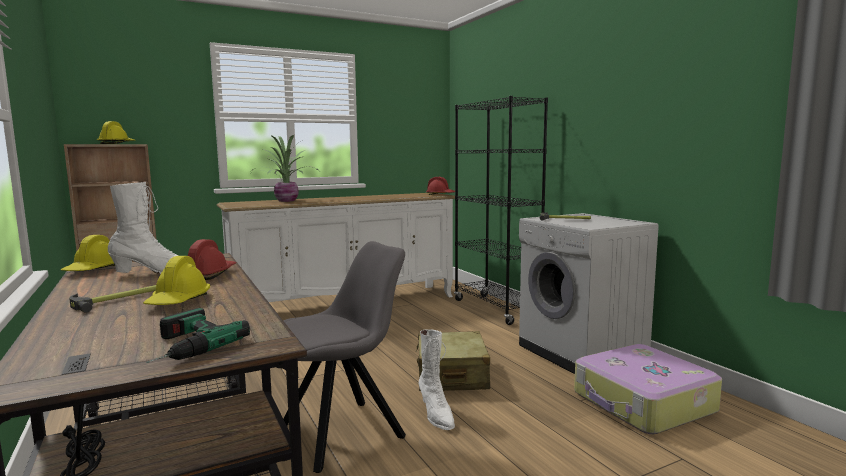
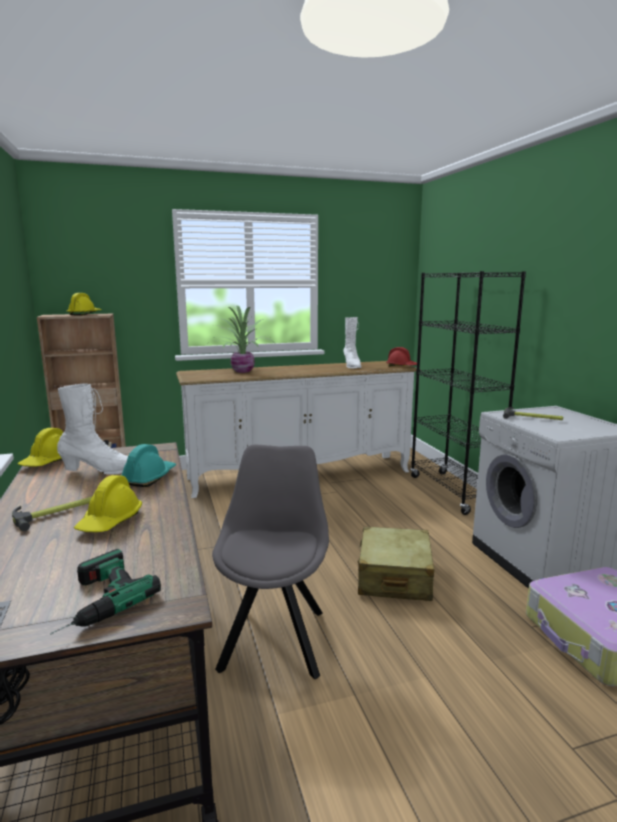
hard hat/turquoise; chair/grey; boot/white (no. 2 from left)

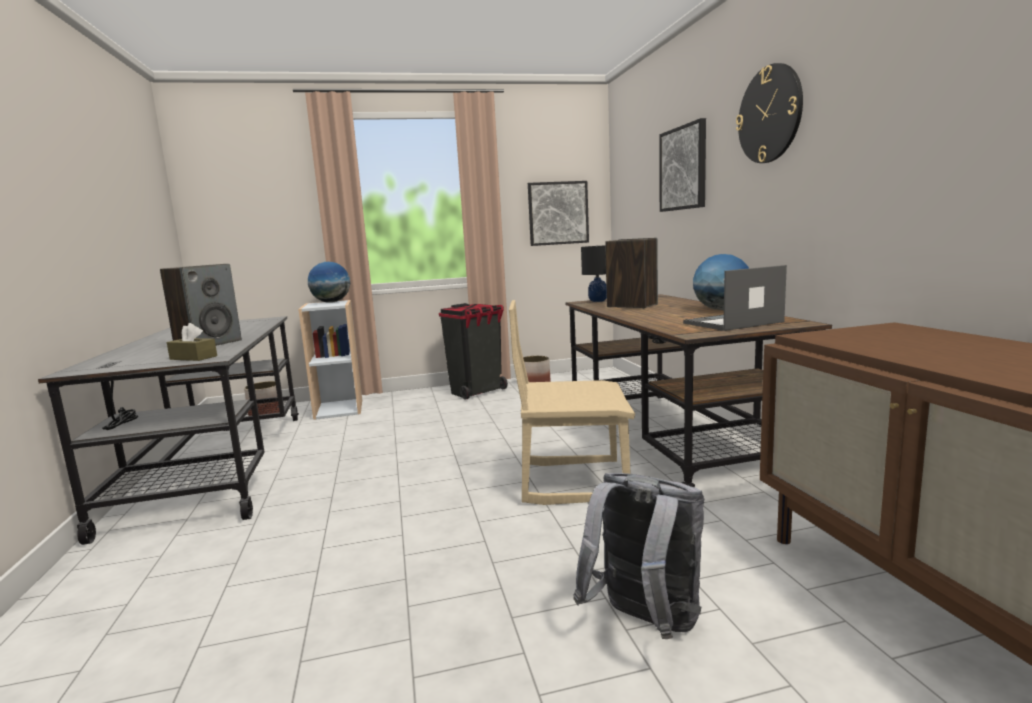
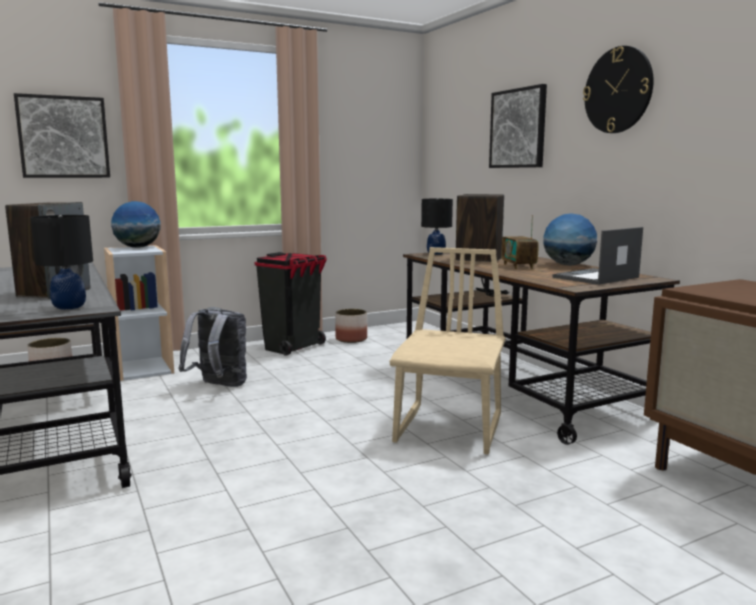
table lamp/black (no. 1 from left); chair/beige; picture (no. 1 from left); backpack/grey; radio

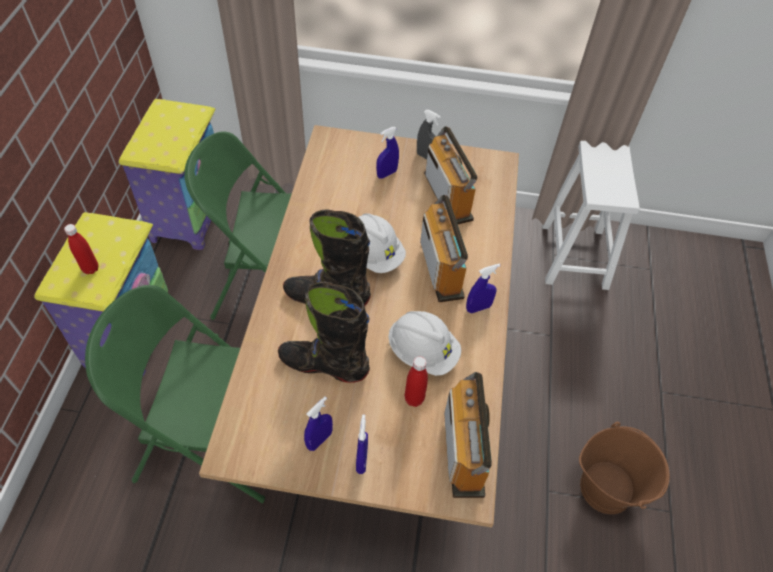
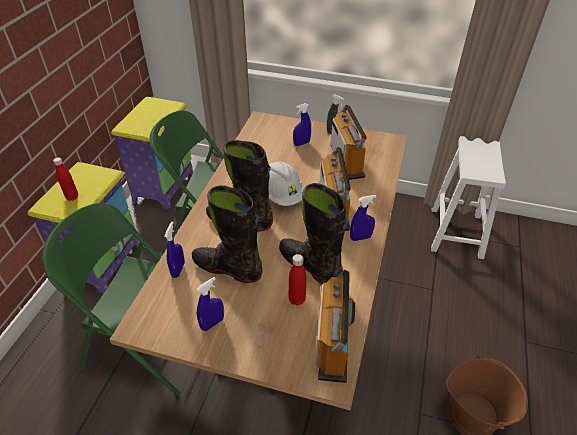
spray bottle/blue (no. 1 from left); boot/black (no. 3 from left)

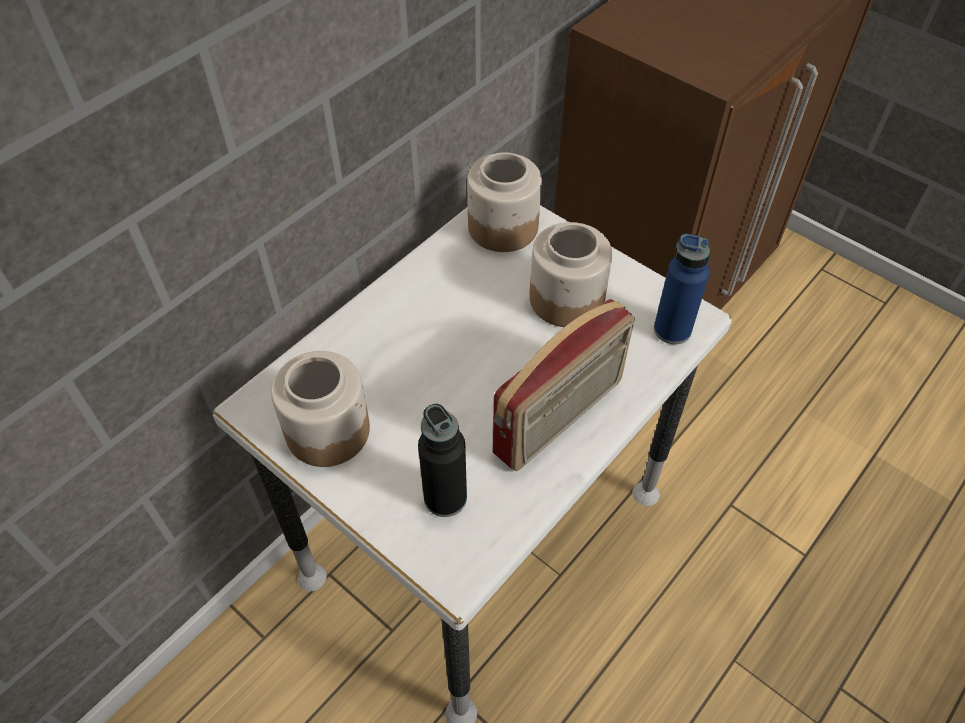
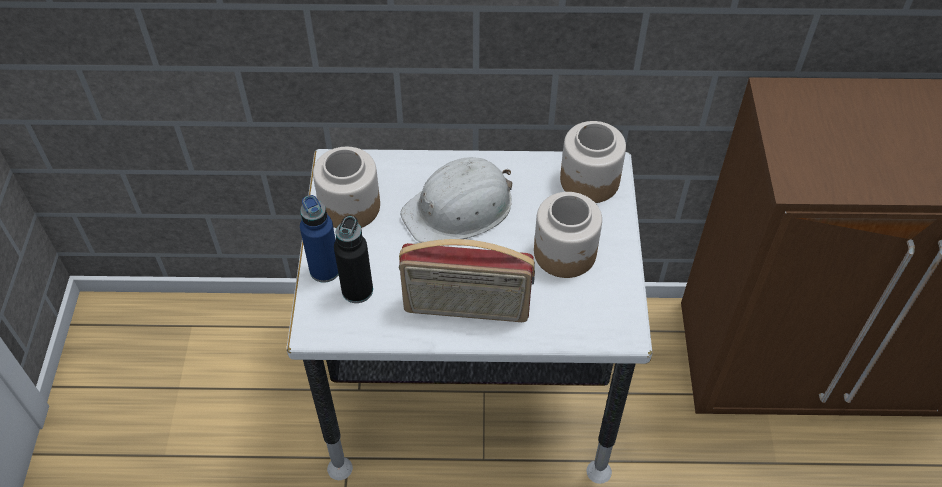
bottle/blue; hard hat/white

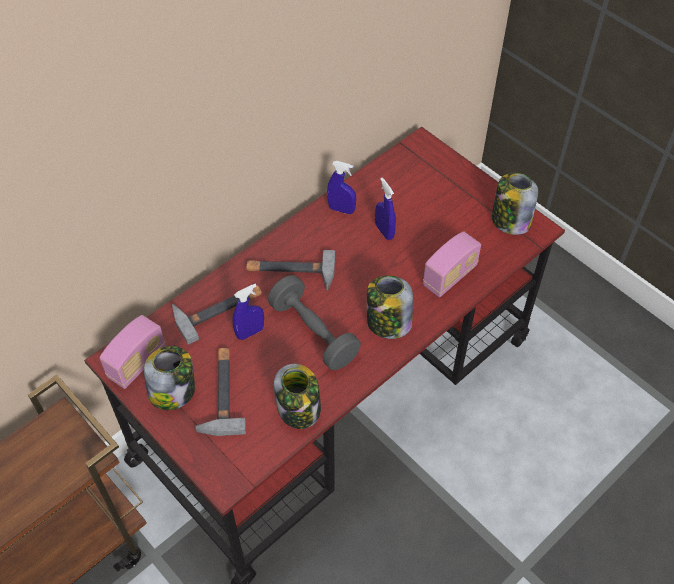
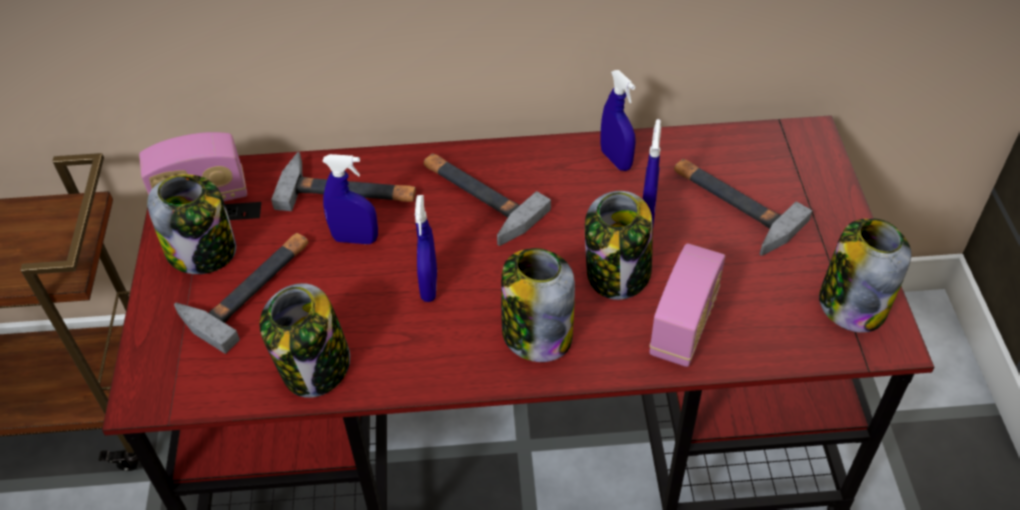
spray bottle/blue (no. 2 from left); radio (no. 2 from left); jar (no. 4 from left); hammer (no. 4 from left)

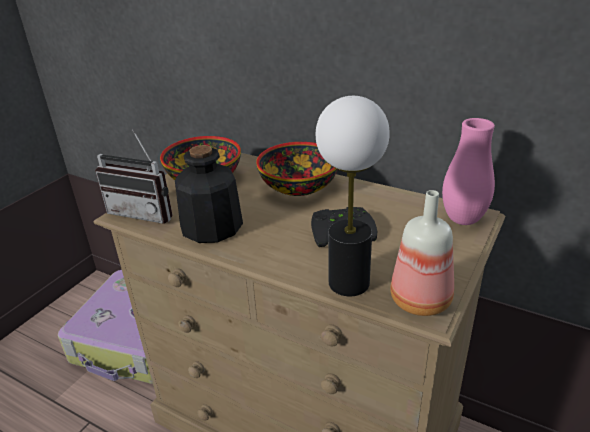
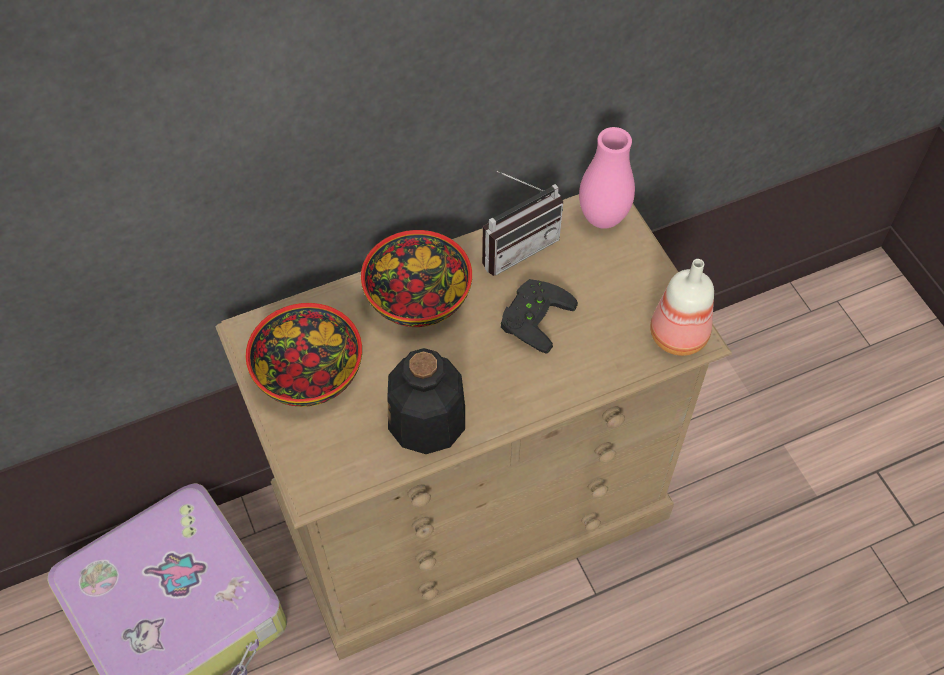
radio; table lamp

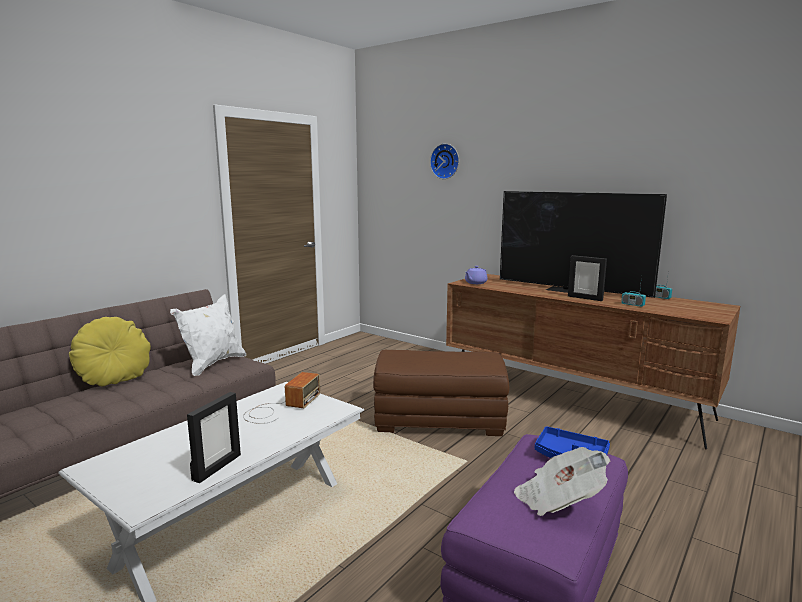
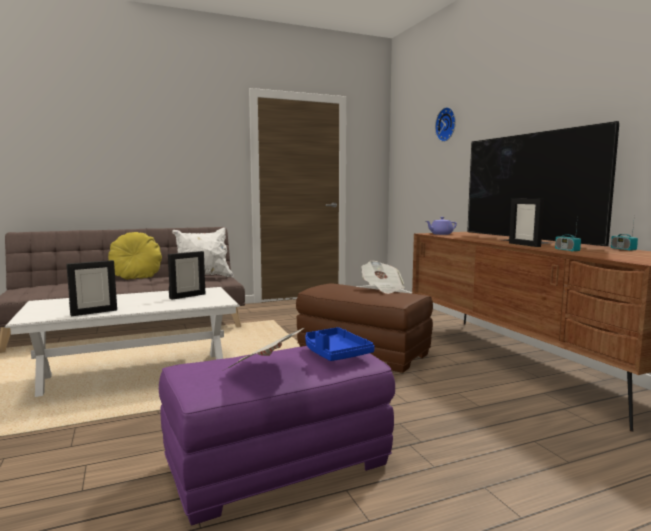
picture frame (no. 2 from left); newspaper (no. 2 from left)

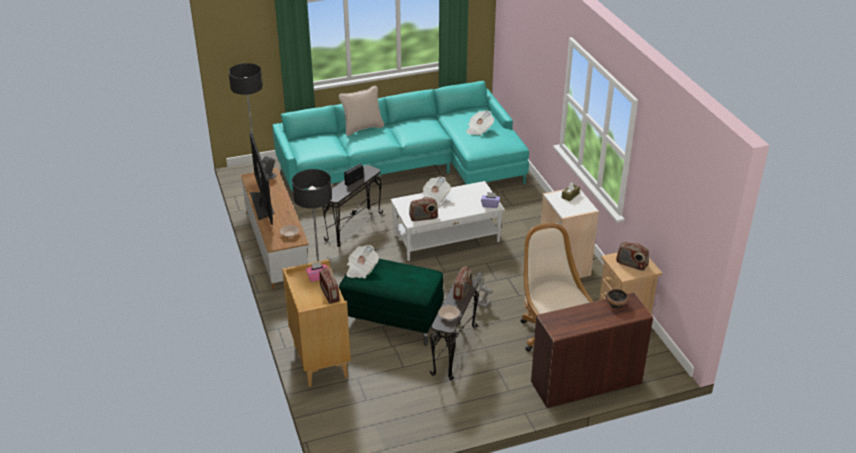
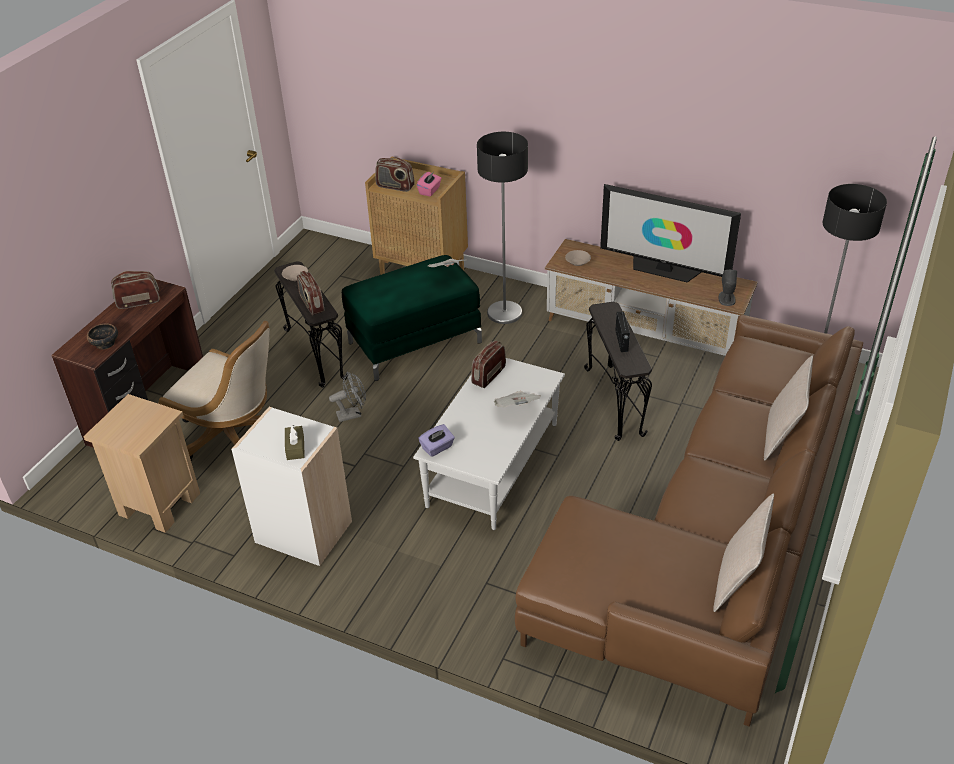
sofa/brown; newspaper (no. 3 from left in the first image); radio (no. 1 from left); pillow/beige (no. 1 from left)

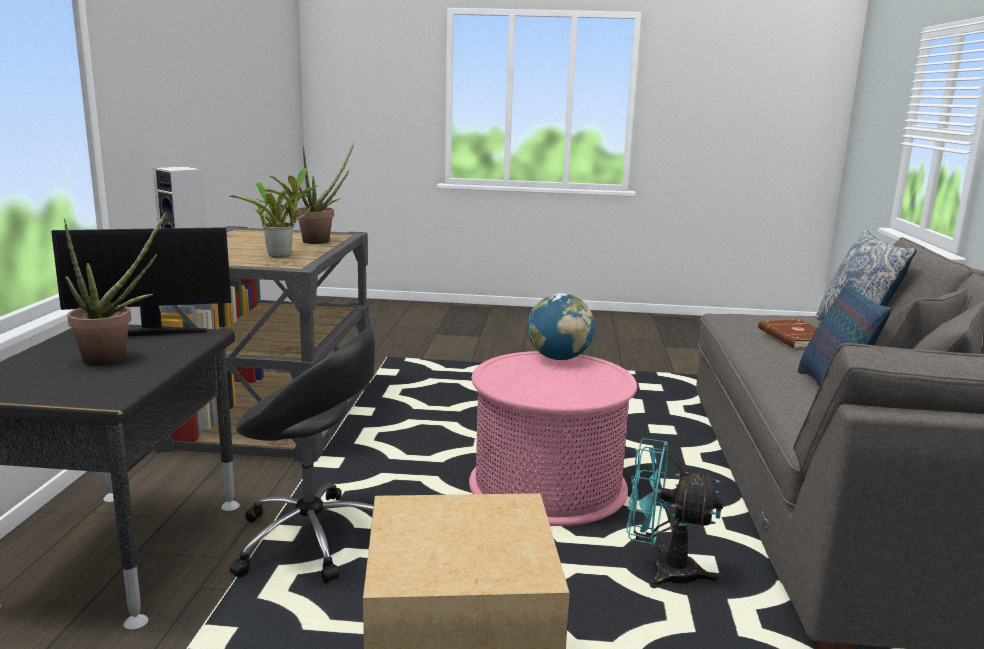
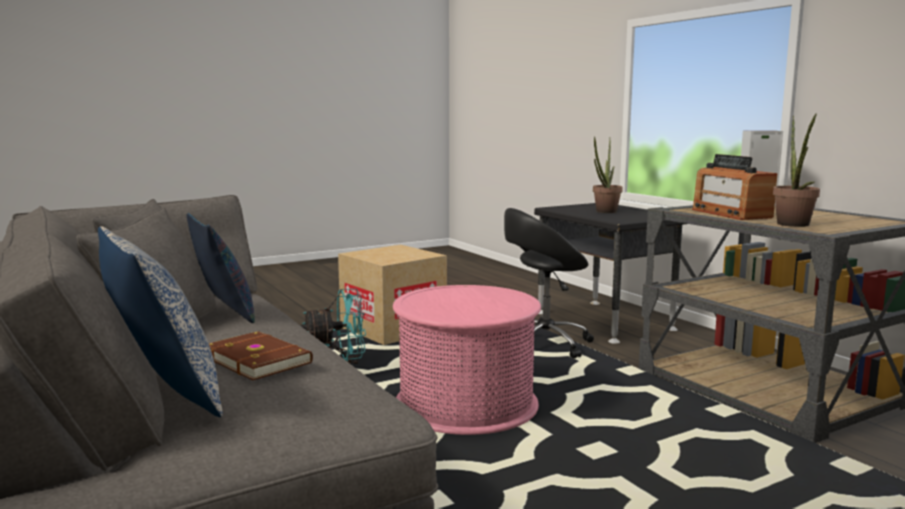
monitor; radio; globe

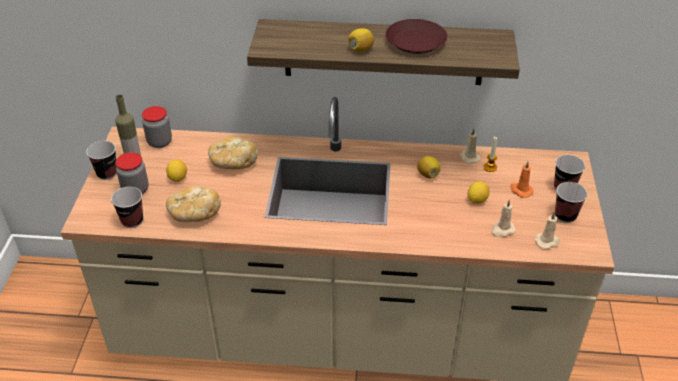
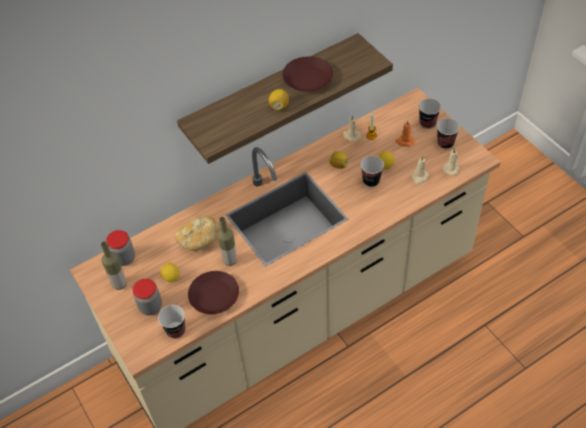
cup (no. 2 from left); plate/brown (no. 1 from left); bottle (no. 2 from left)

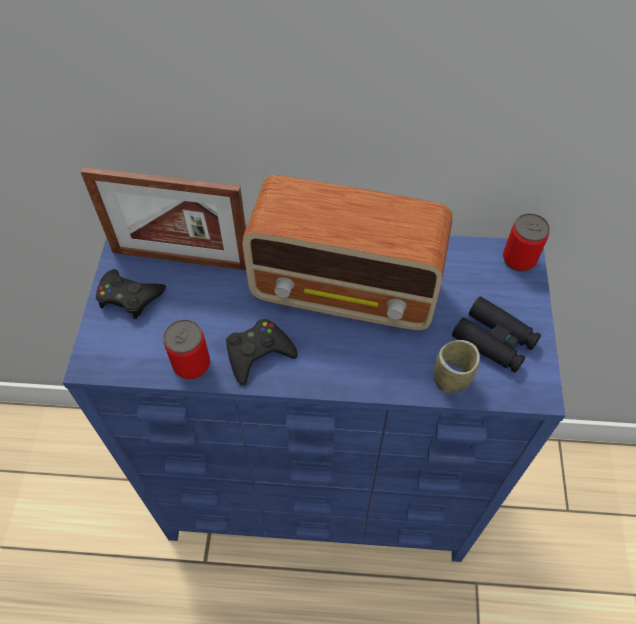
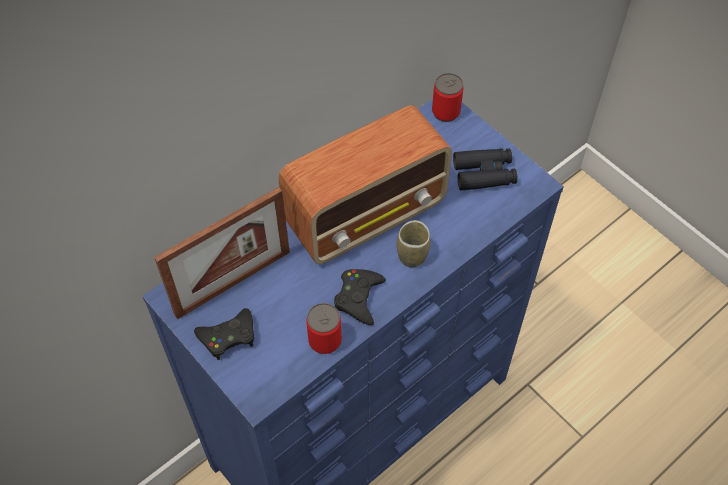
cup

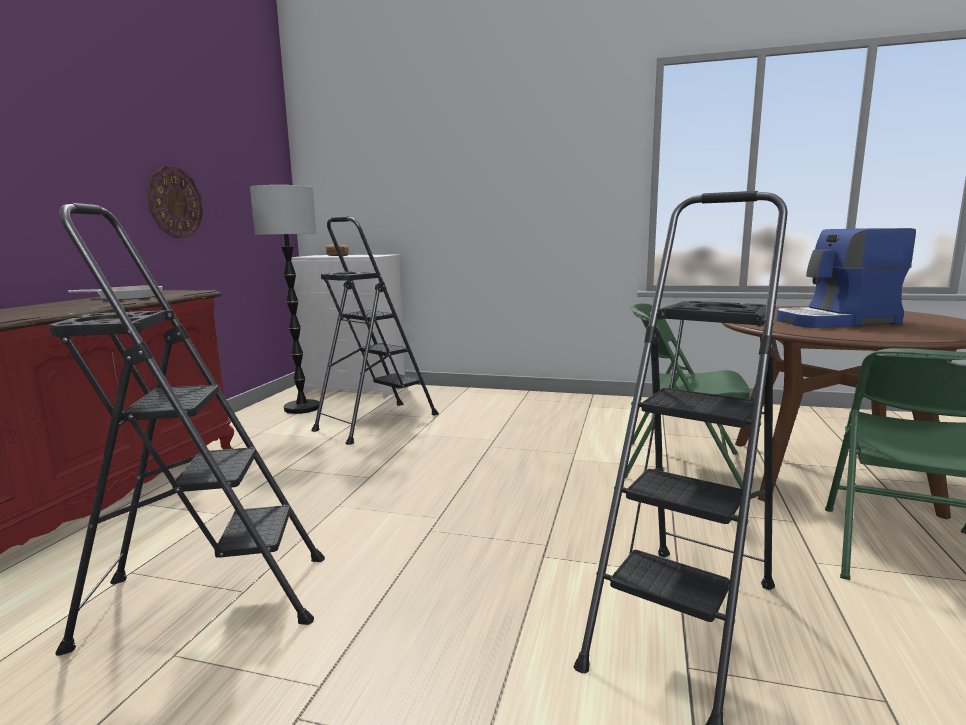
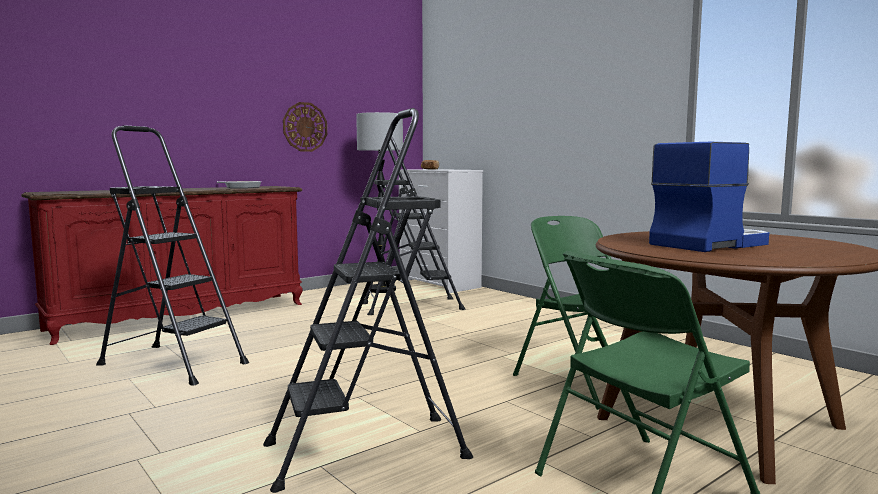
coffee machine

